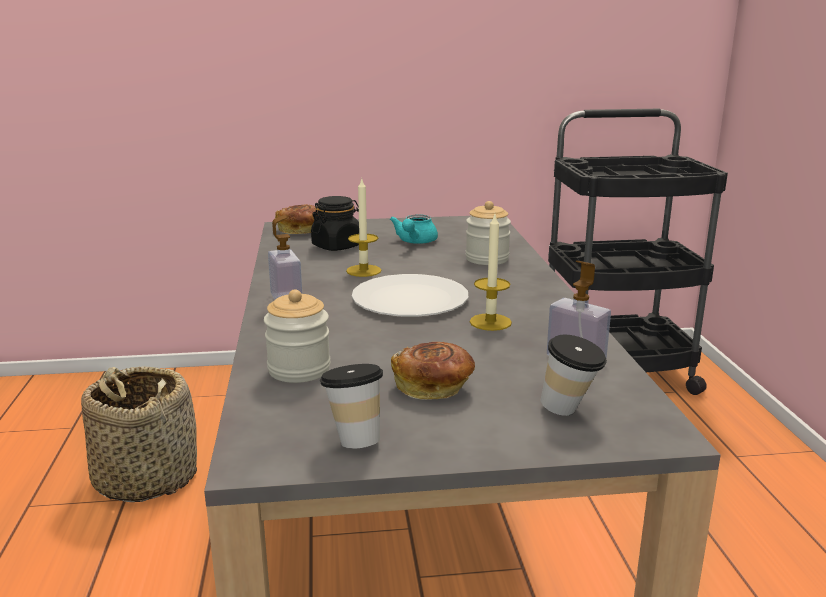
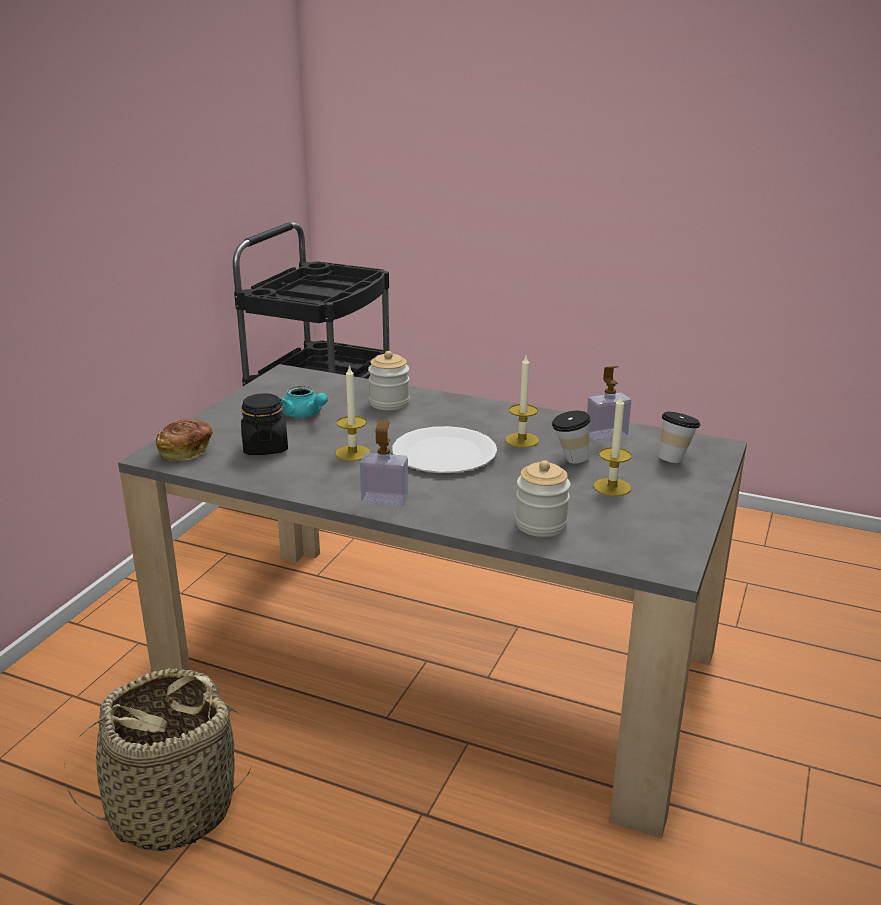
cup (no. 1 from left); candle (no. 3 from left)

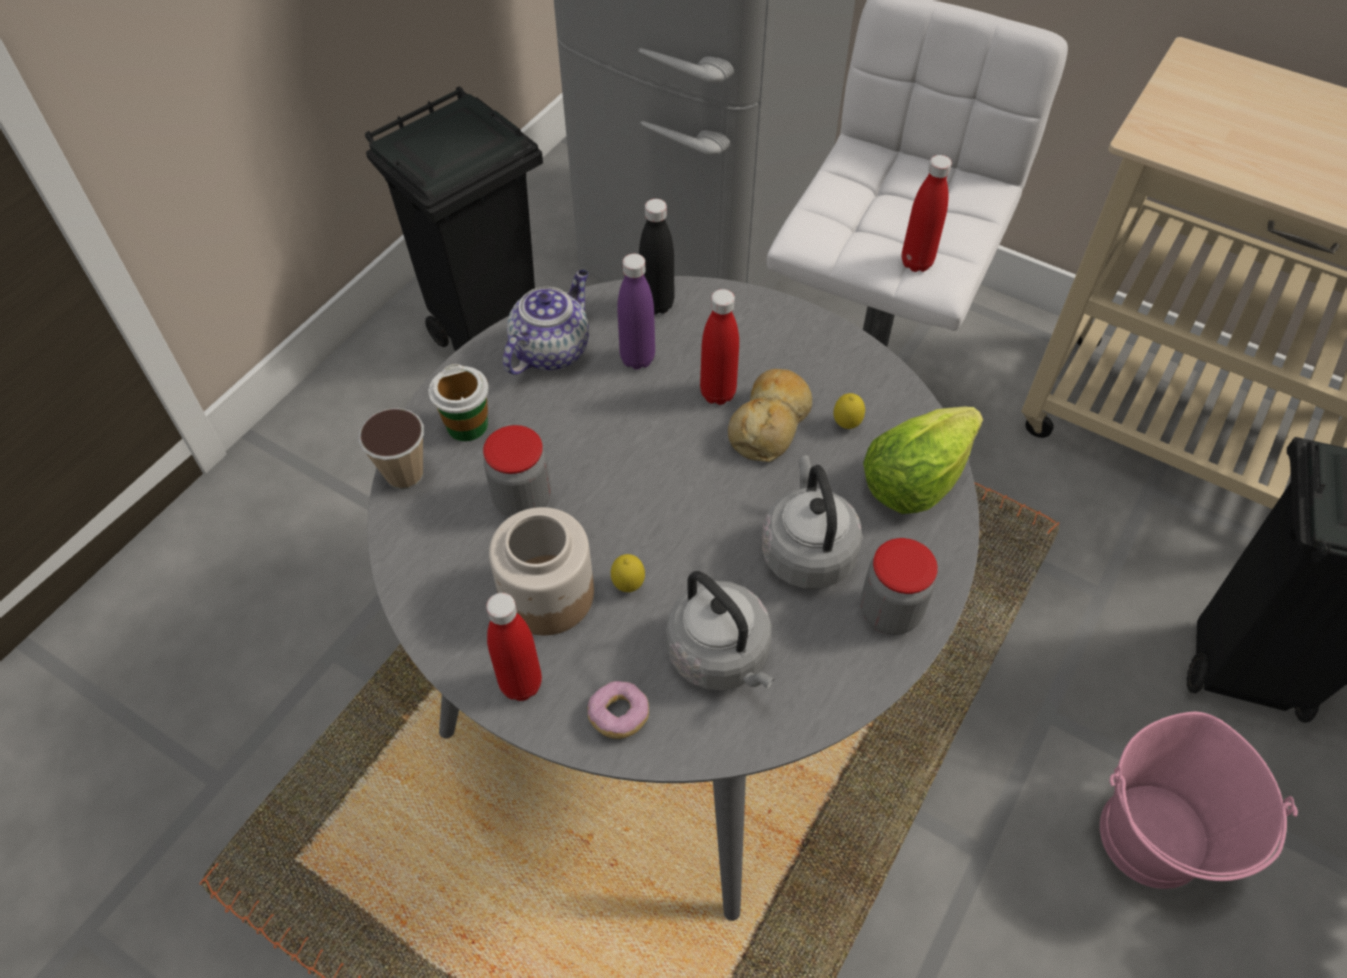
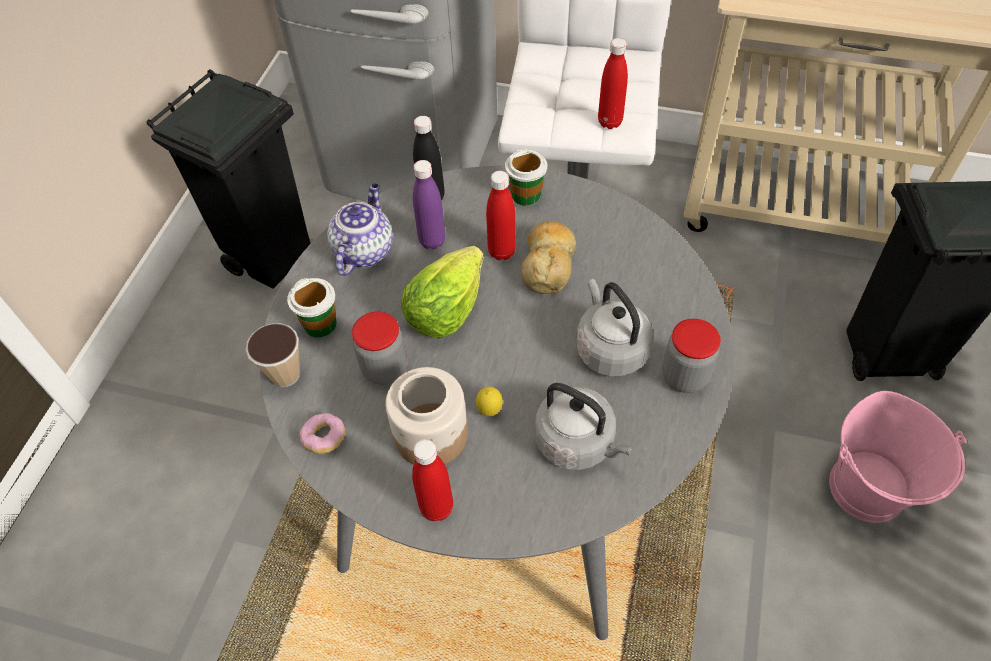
donut; lemon (no. 2 from left in the first image); lettuce; cup (no. 3 from left)

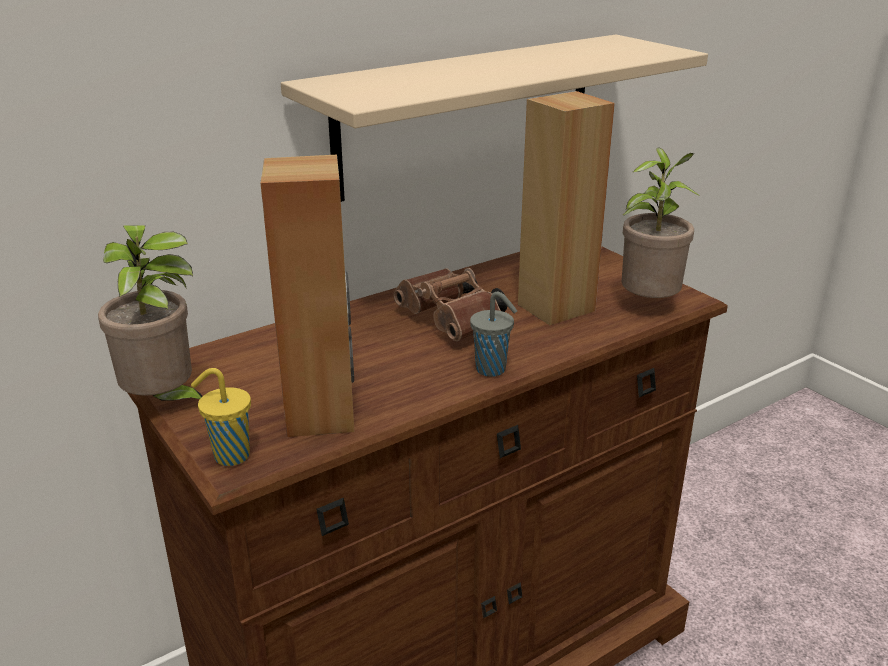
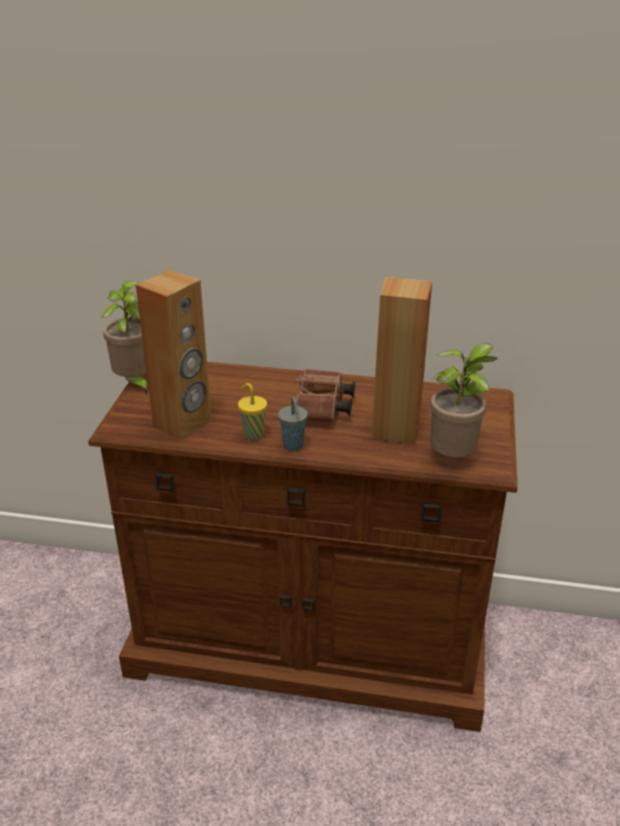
cup/yellow; shelf/beige

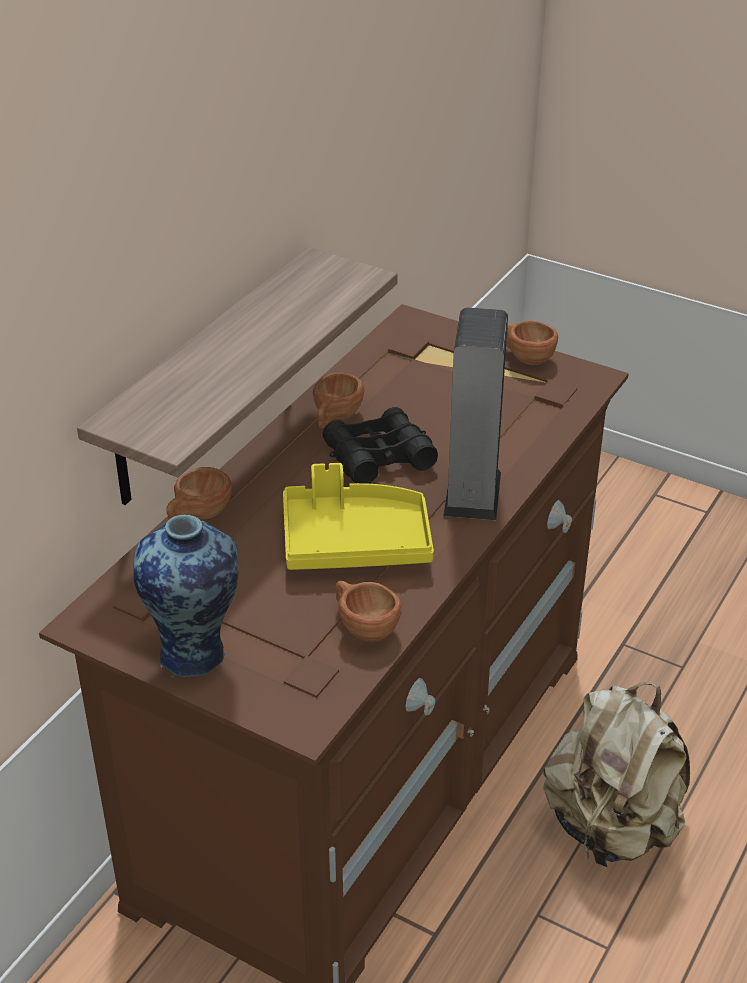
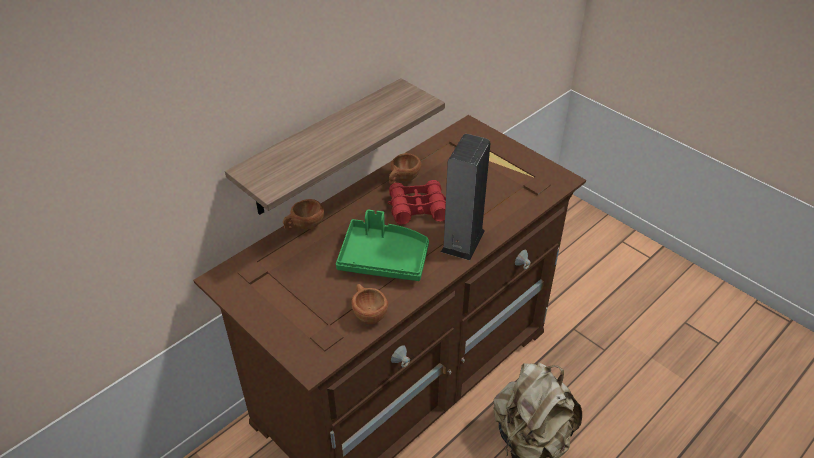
vase; tray/green; binoculars/red; cup/brown (no. 4 from left in the first image)

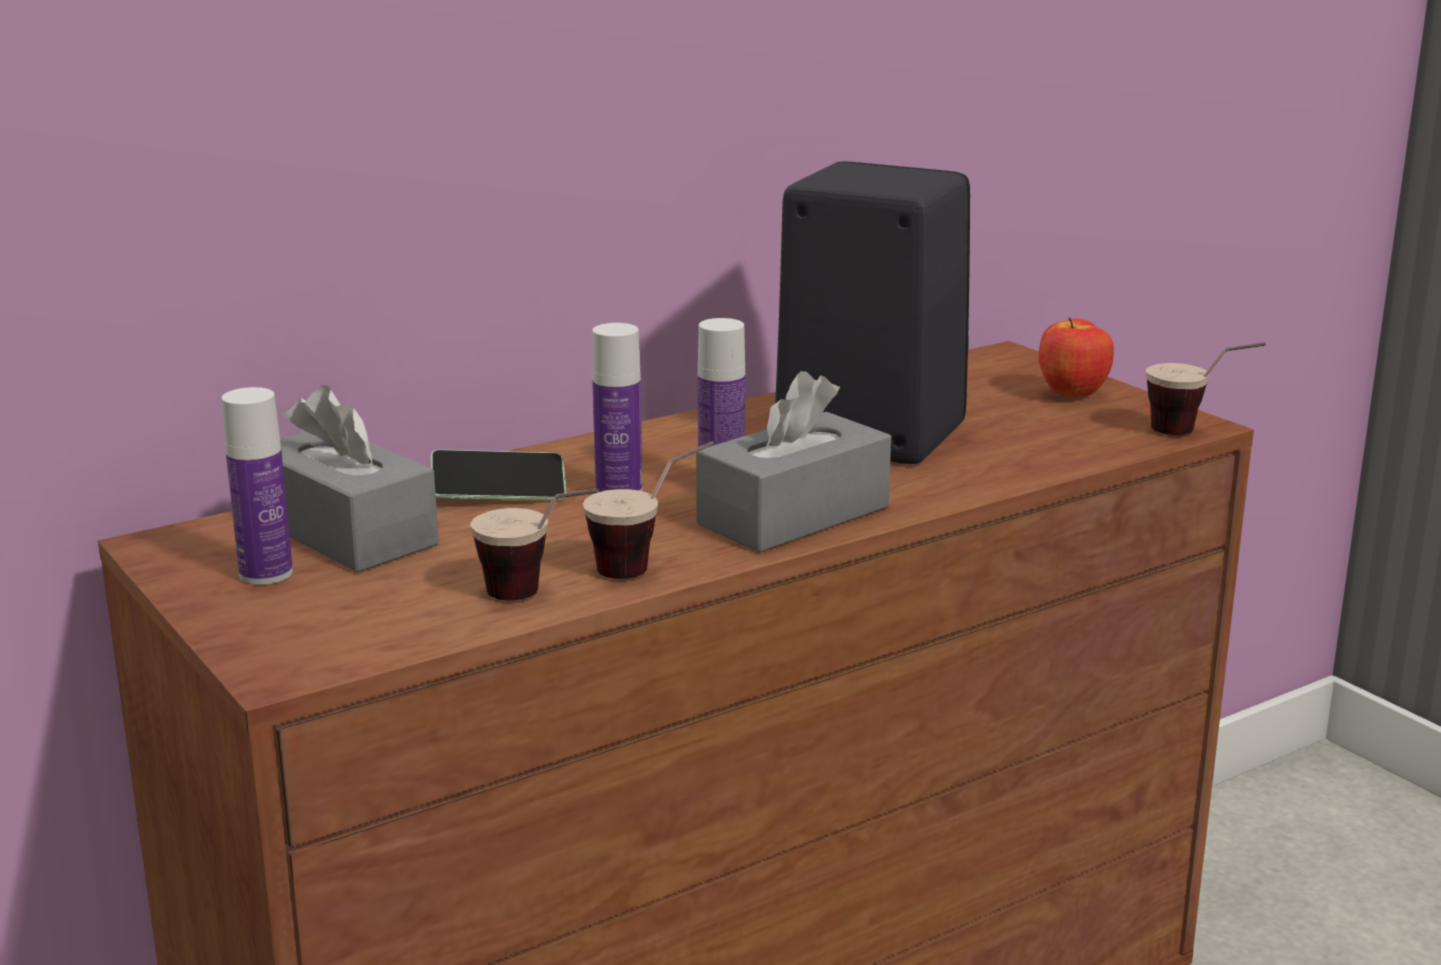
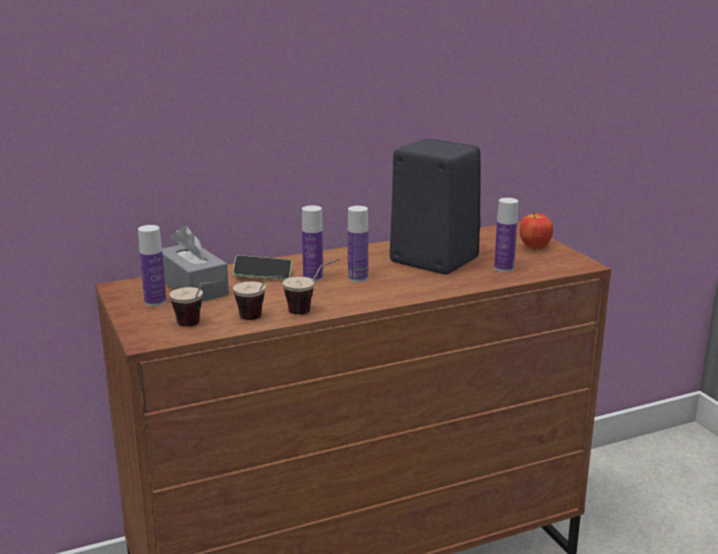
tissue box/grey (no. 2 from left in the first image); cup (no. 1 from left); bottle (no. 4 from left)

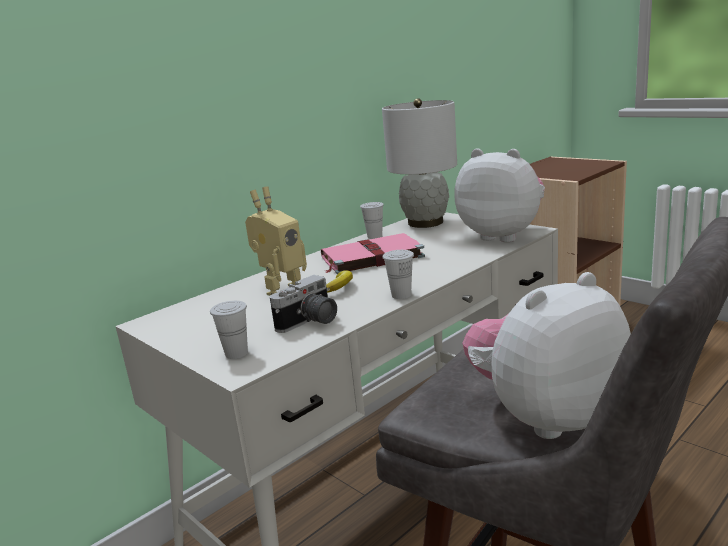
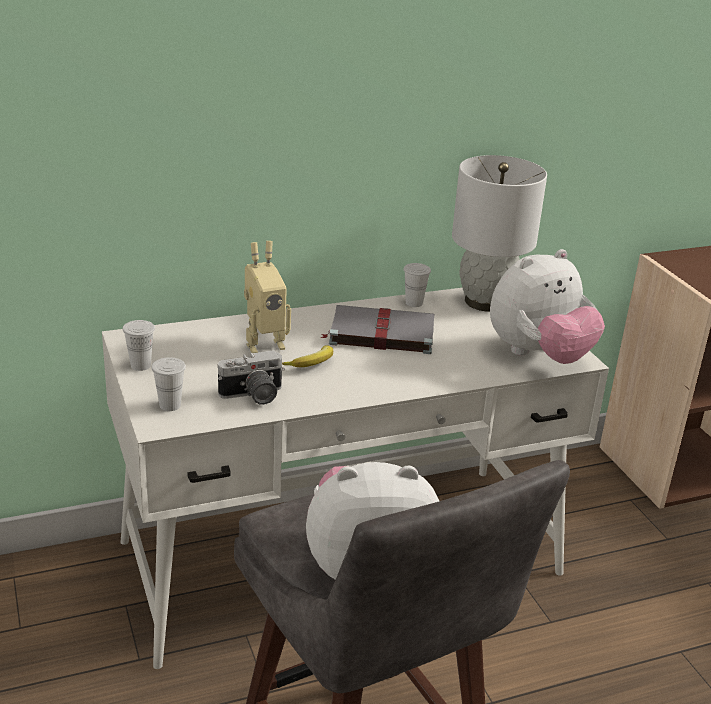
book/grey; cup/white (no. 1 from left); plush toy (no. 2 from left)

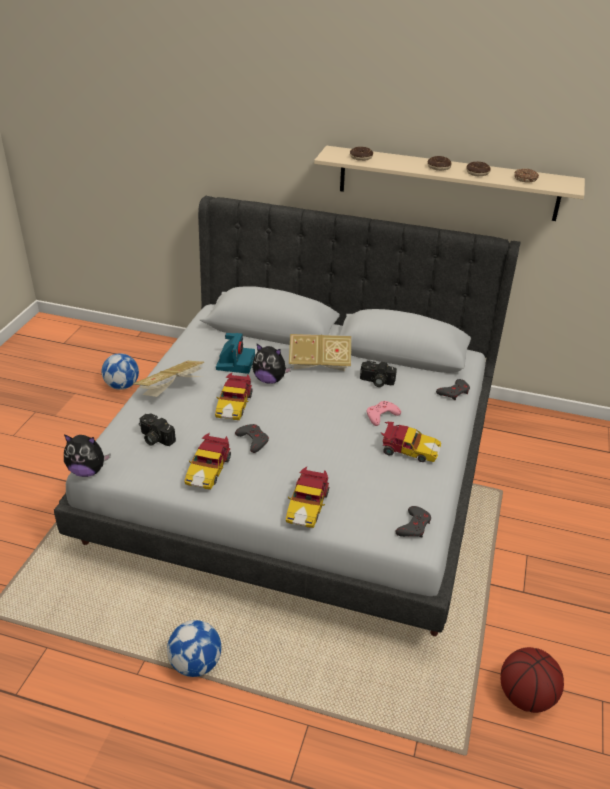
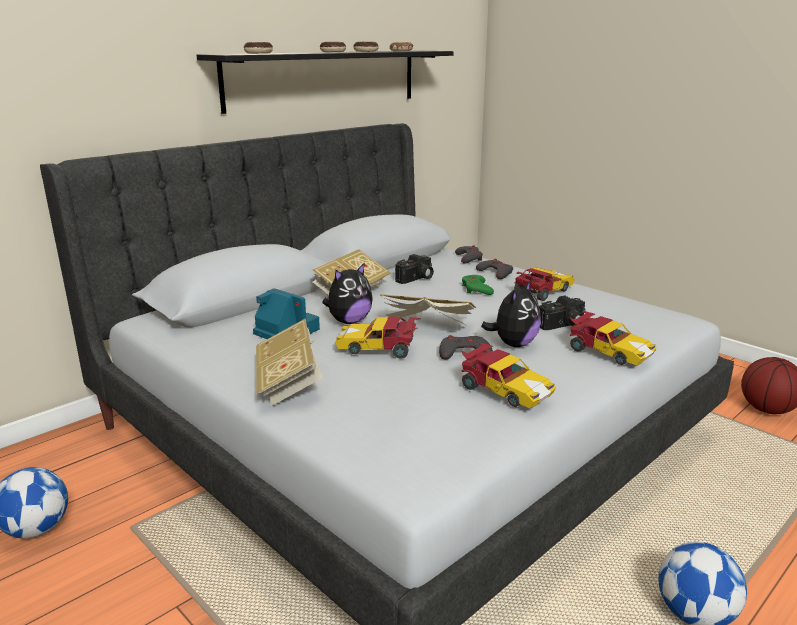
plush toy (no. 2 from left); photo camera (no. 3 from left); toy car (no. 1 from left); shelf/black; game controller/green; game controller/grey (no. 3 from left); book (no. 3 from left)

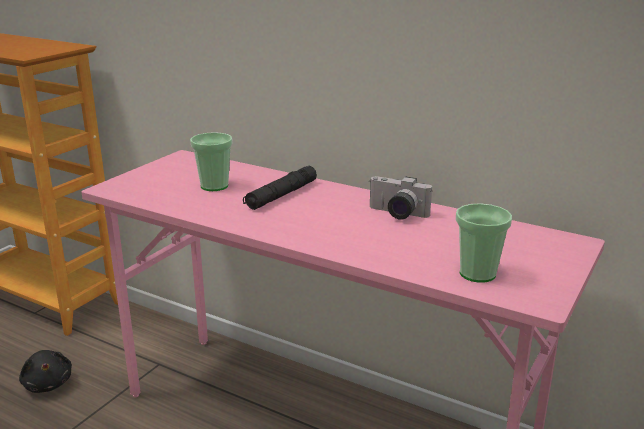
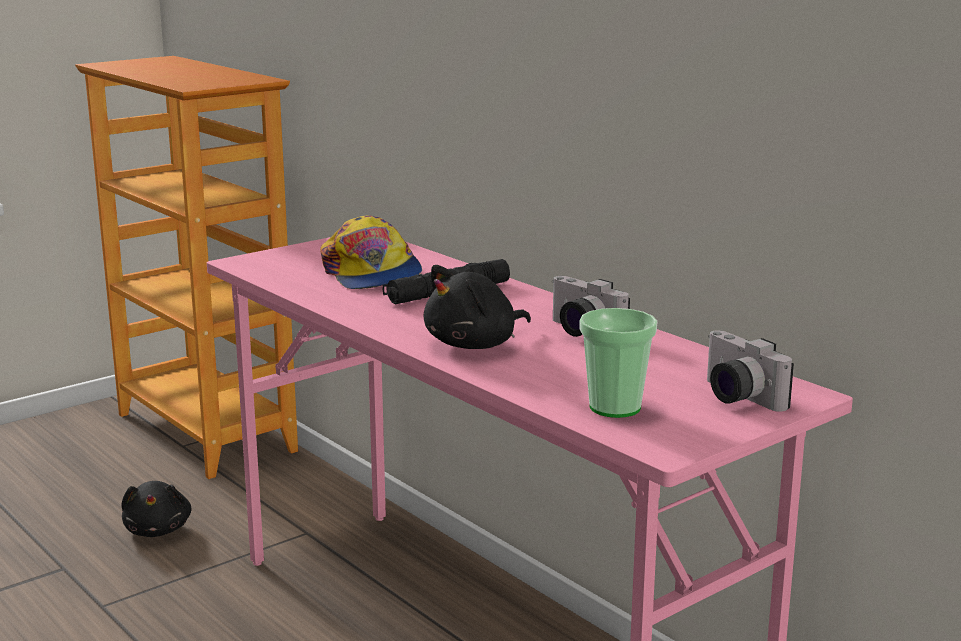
cap; plush toy/black (no. 2 from left); photo camera (no. 2 from left)

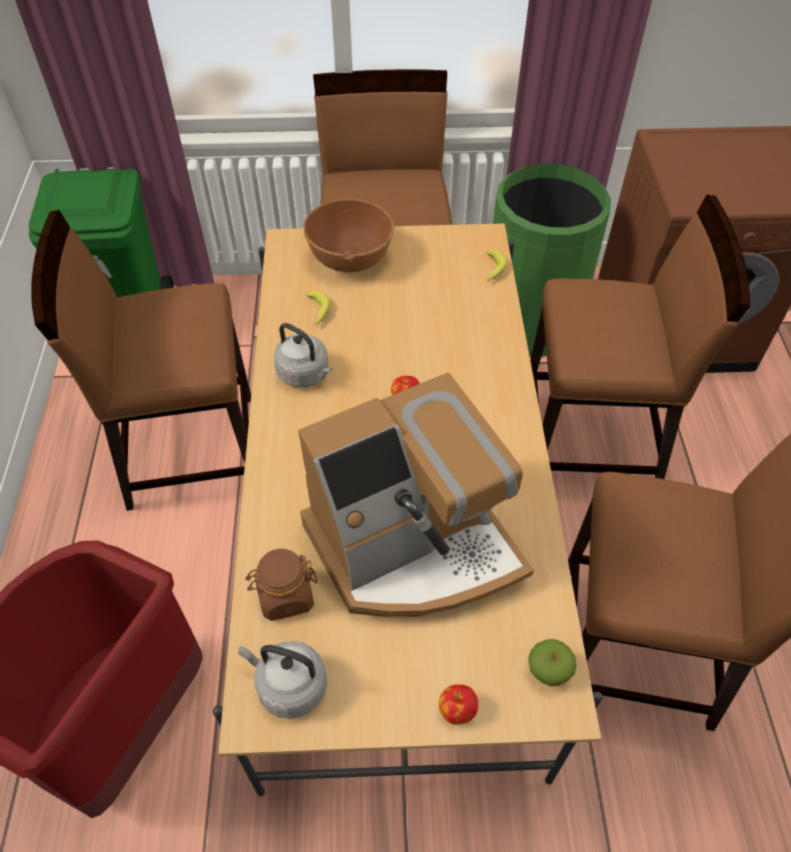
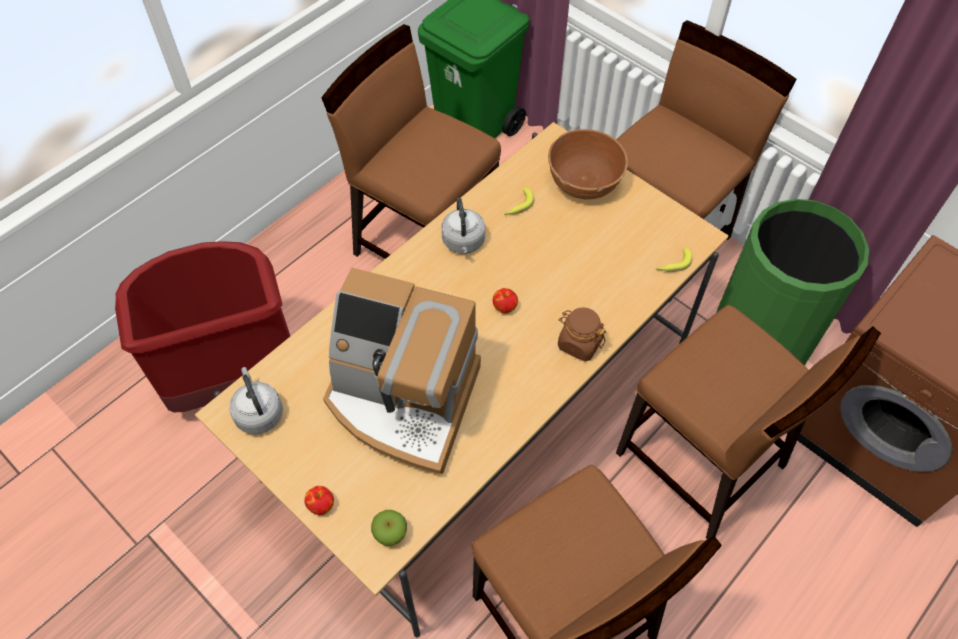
jar/brown

